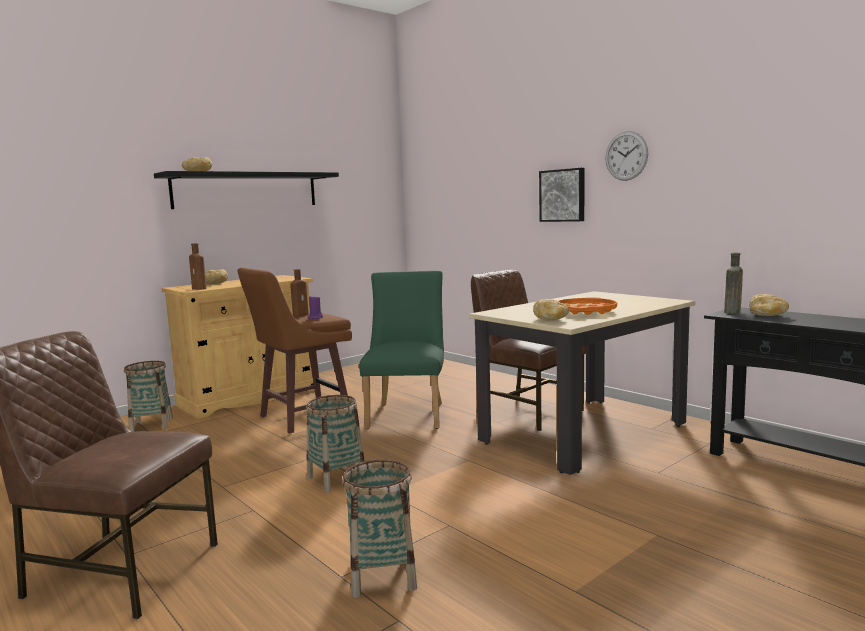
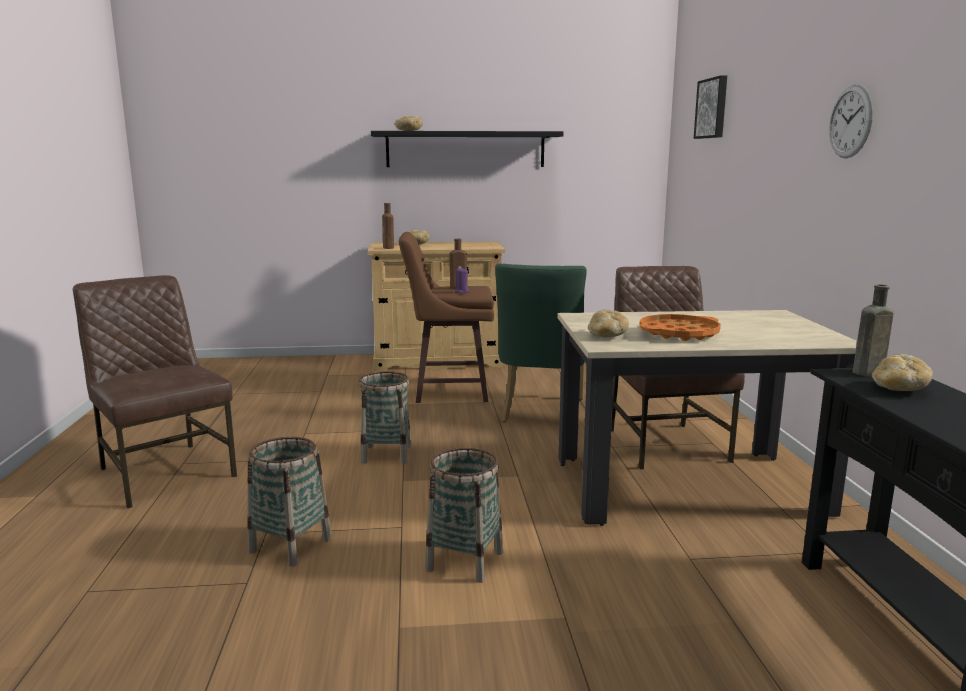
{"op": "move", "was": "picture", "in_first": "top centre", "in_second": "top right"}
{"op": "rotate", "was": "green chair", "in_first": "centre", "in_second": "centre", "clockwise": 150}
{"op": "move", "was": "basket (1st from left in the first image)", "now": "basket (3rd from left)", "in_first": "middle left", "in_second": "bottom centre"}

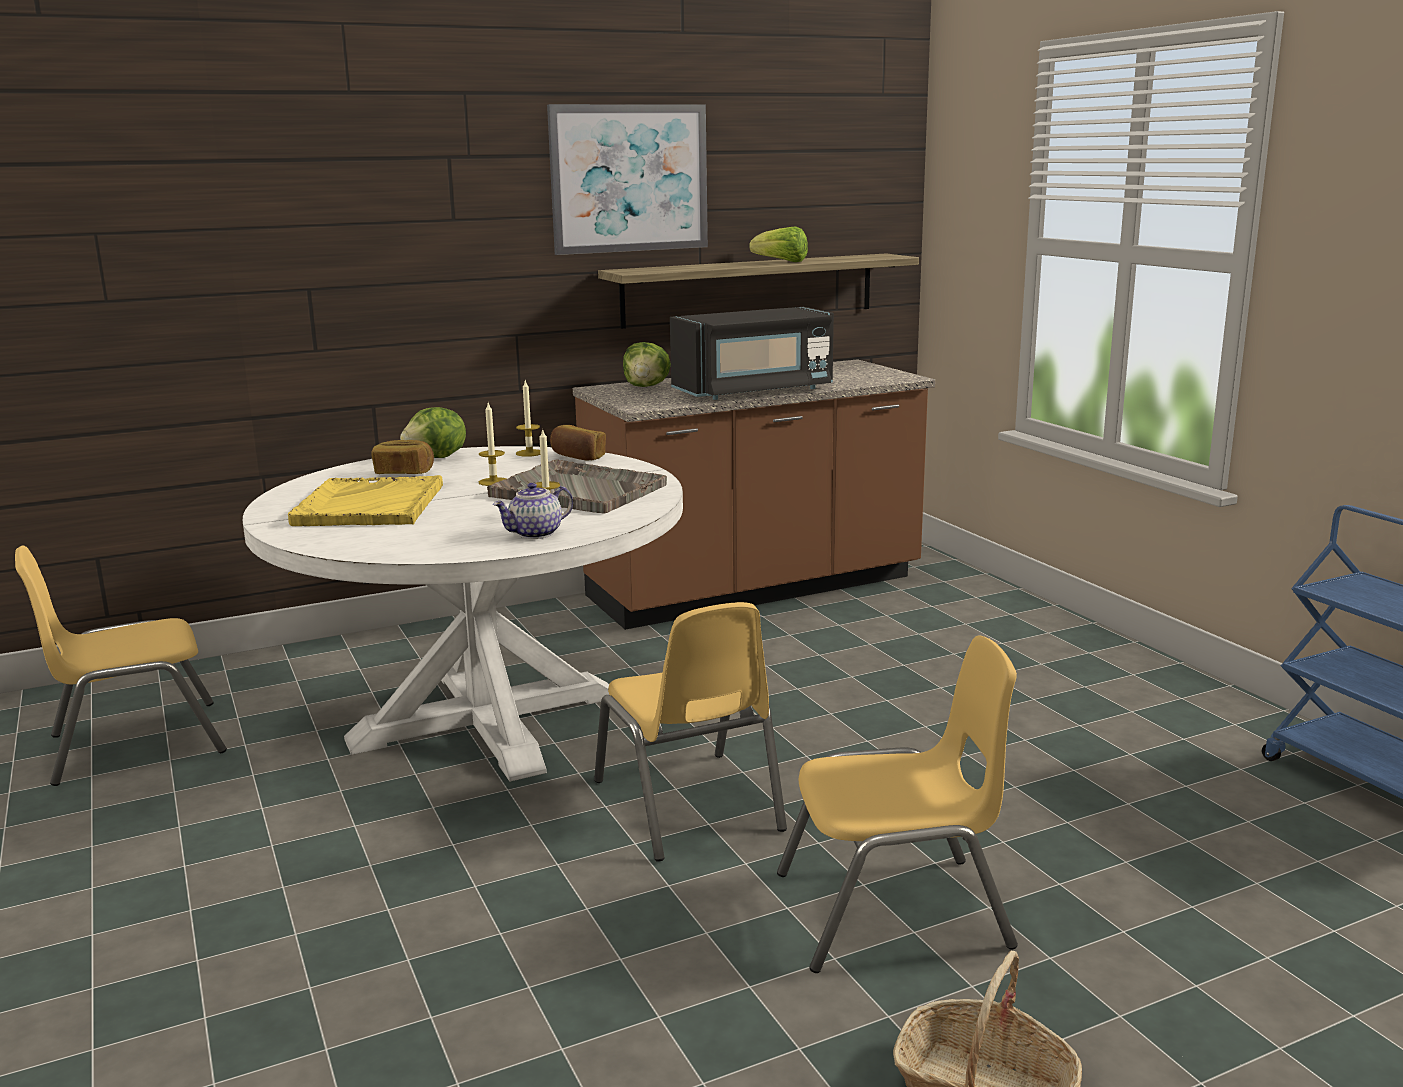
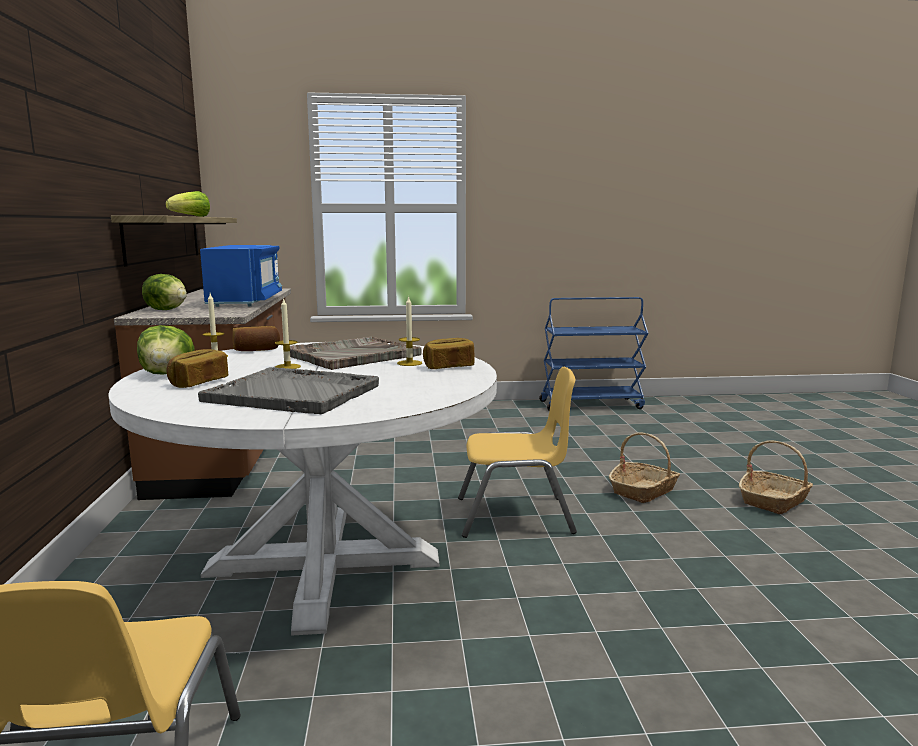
{"op": "delete", "was": "picture", "in_first": "top centre"}
{"op": "recolor", "was": "black microwave", "now": "blue microwave", "in_first": "top centre", "in_second": "middle left"}
{"op": "recolor", "was": "yellow tray", "now": "grey tray (1st from left)", "in_first": "middle left", "in_second": "middle left"}
{"op": "replace", "was": "teapot", "now": "bread (3rd from left)", "in_first": "centre", "in_second": "centre"}
{"op": "replace", "was": "yellow chair (3rd from left)", "now": "basket (1st from left)", "in_first": "bottom centre", "in_second": "middle right"}

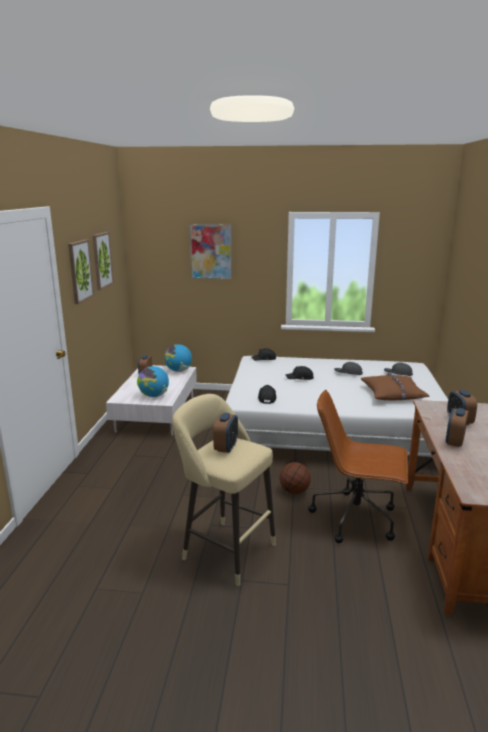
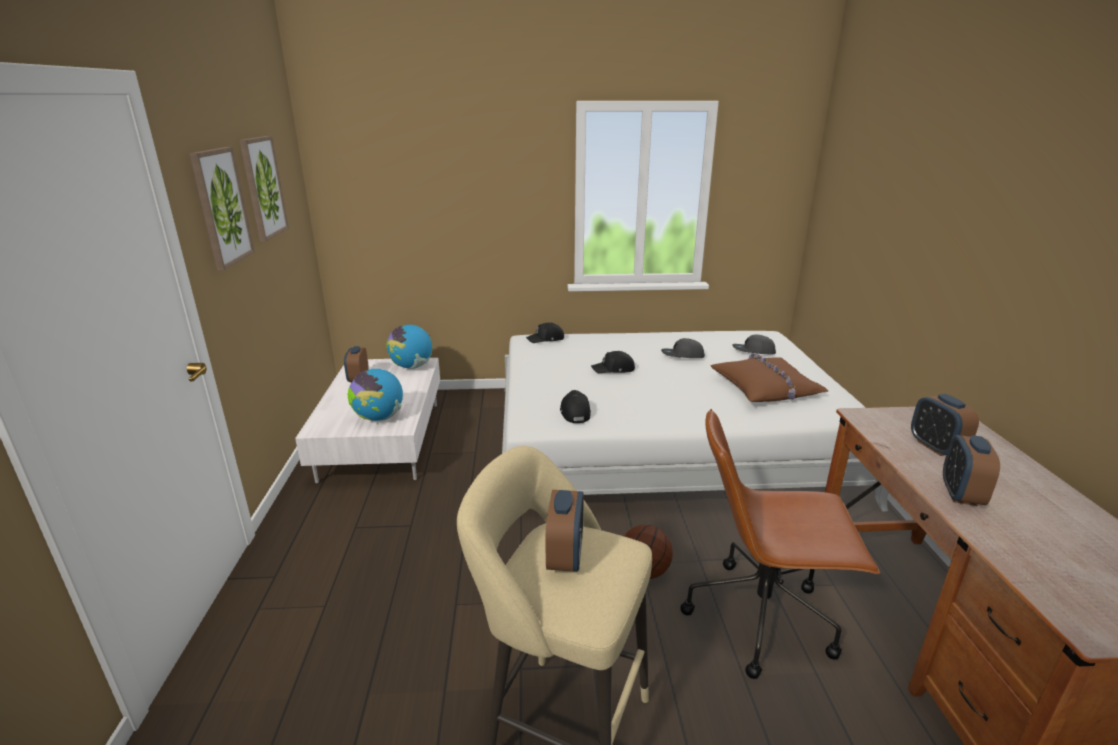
{"op": "delete", "was": "picture (3rd from left)", "in_first": "centre"}

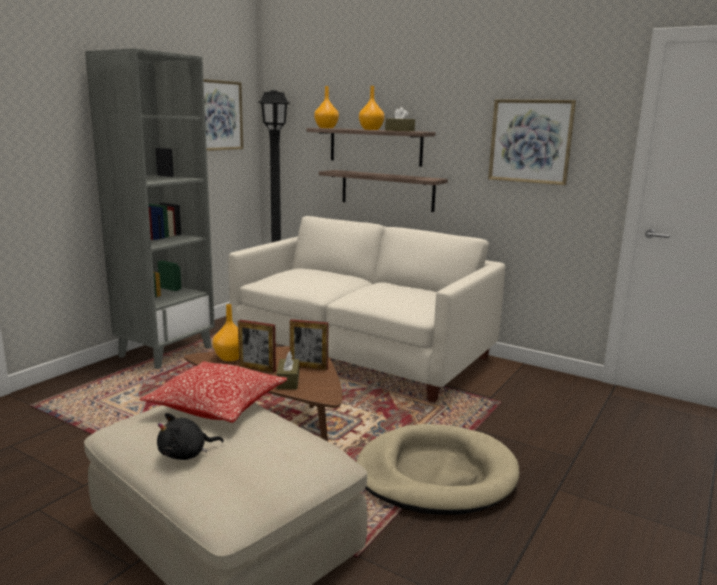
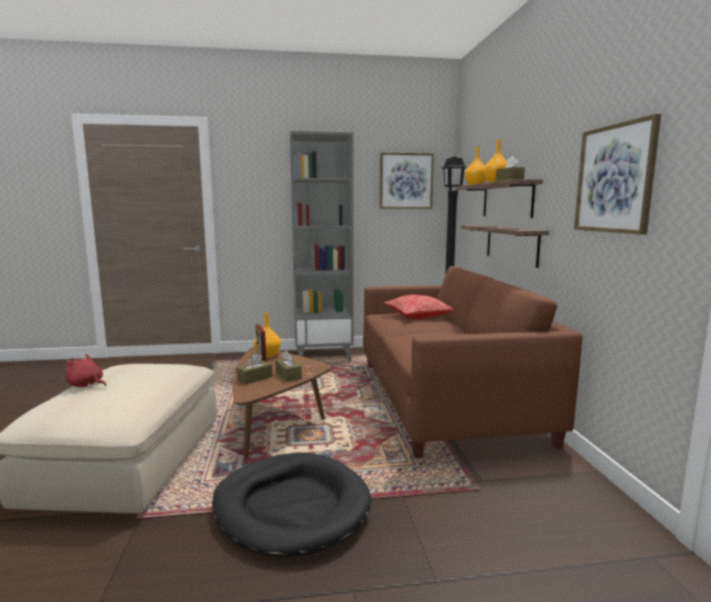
{"op": "recolor", "was": "white sofa", "now": "brown sofa", "in_first": "centre", "in_second": "centre"}
{"op": "replace", "was": "picture frame (2nd from left)", "now": "brown tissue box (2nd from left)", "in_first": "centre", "in_second": "centre"}
{"op": "move", "was": "pillow", "in_first": "bottom left", "in_second": "centre"}
{"op": "recolor", "was": "black plush toy", "now": "red plush toy", "in_first": "bottom left", "in_second": "middle left"}
{"op": "recolor", "was": "beige dog bed", "now": "black dog bed", "in_first": "bottom centre", "in_second": "bottom centre"}

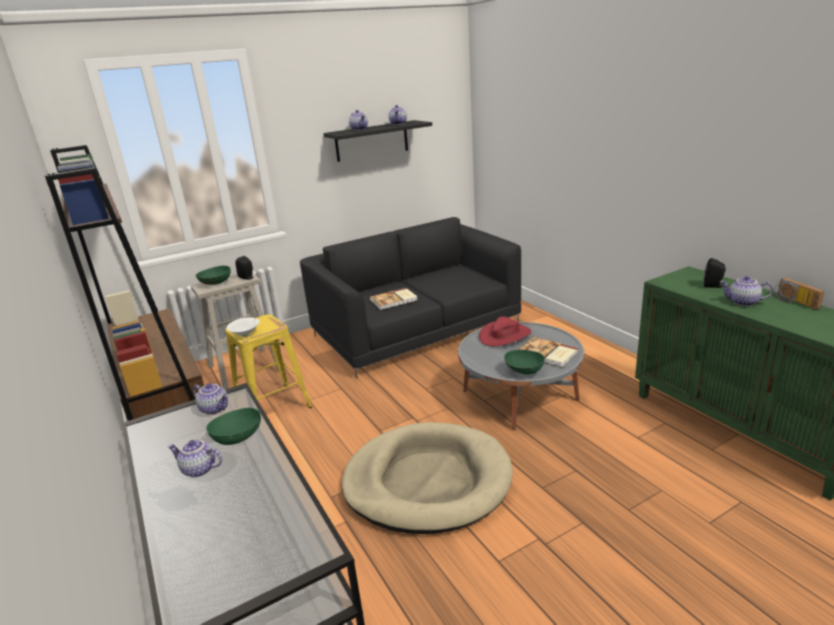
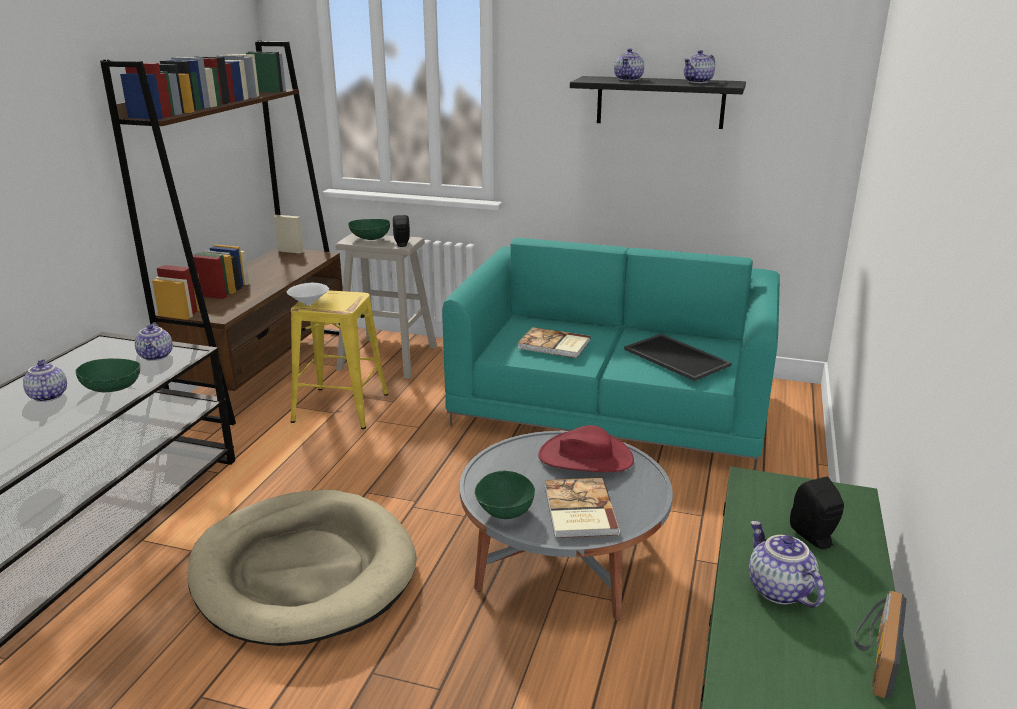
{"op": "recolor", "was": "black sofa", "now": "turquoise sofa", "in_first": "centre", "in_second": "centre"}
{"op": "insert", "now": "tray", "in_second": "middle right"}

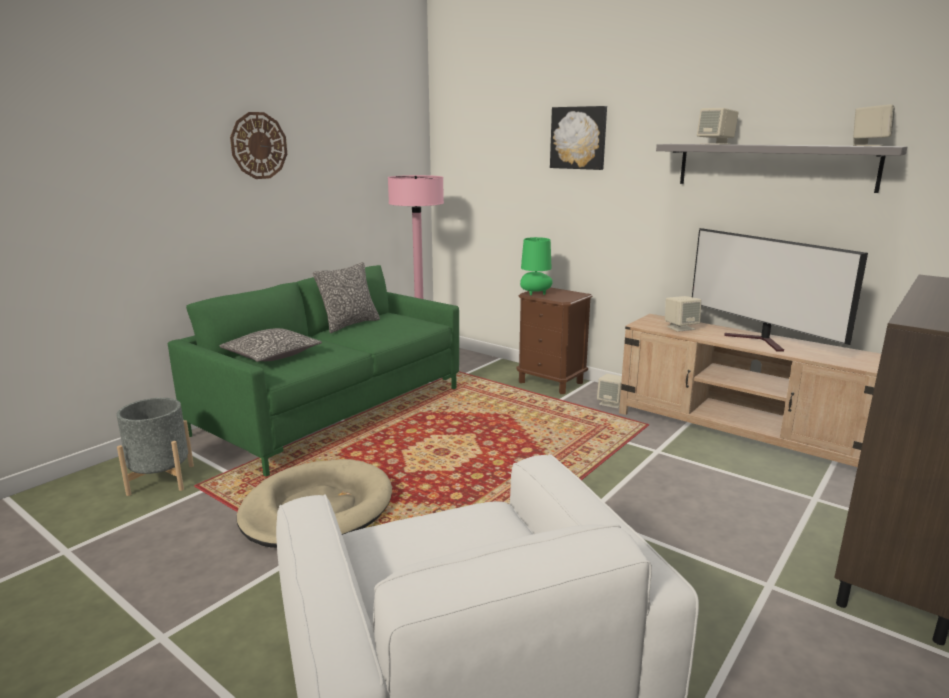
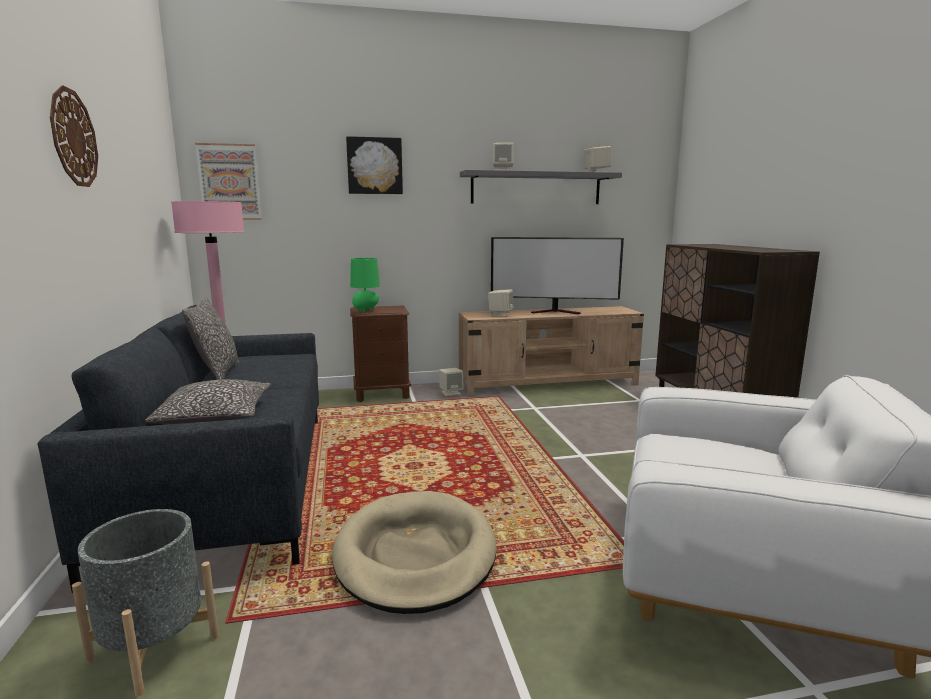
{"op": "recolor", "was": "green sofa", "now": "grey sofa", "in_first": "middle left", "in_second": "middle left"}
{"op": "insert", "now": "picture (1st from left)", "in_second": "top left"}

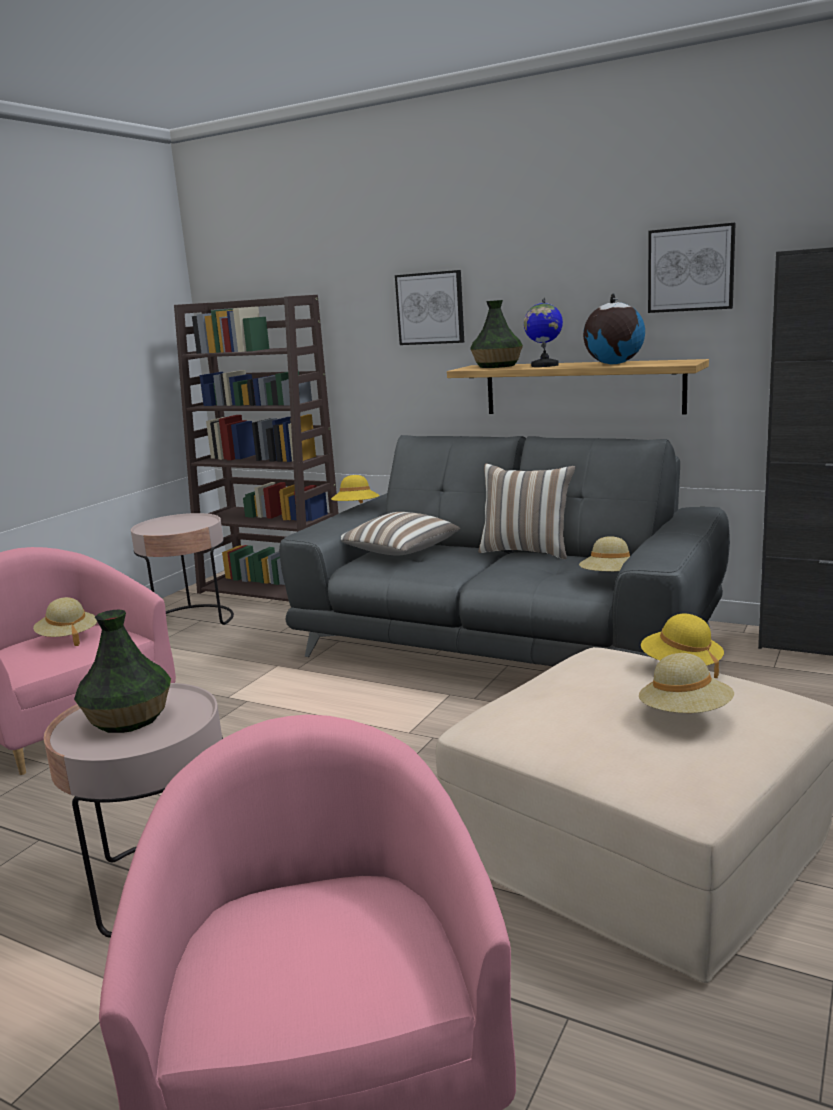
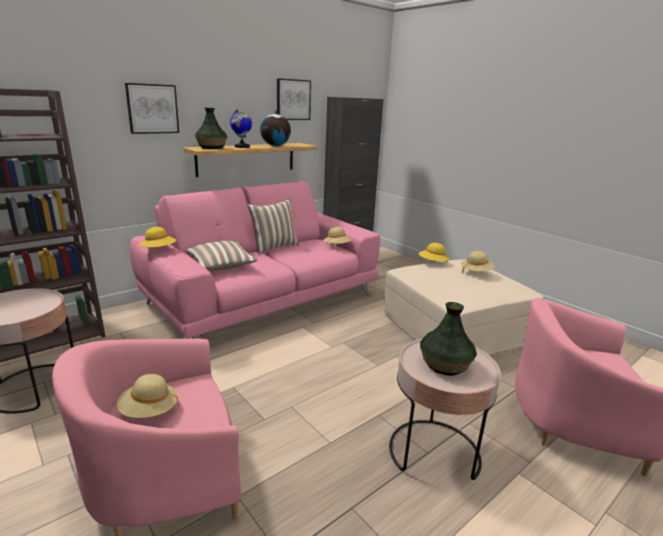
{"op": "recolor", "was": "grey sofa", "now": "pink sofa", "in_first": "centre", "in_second": "centre"}

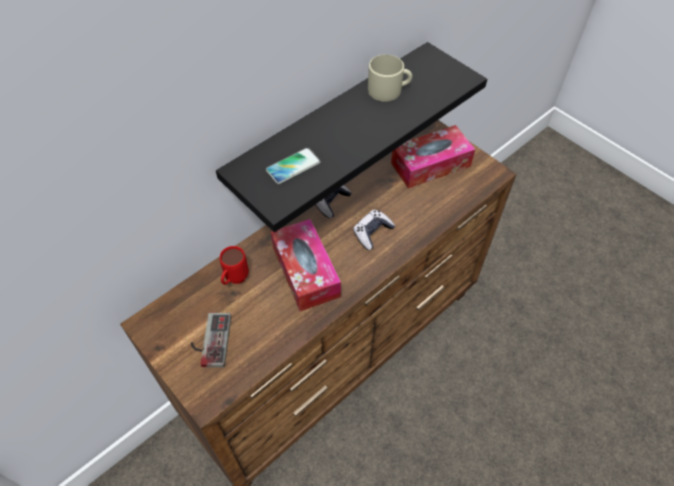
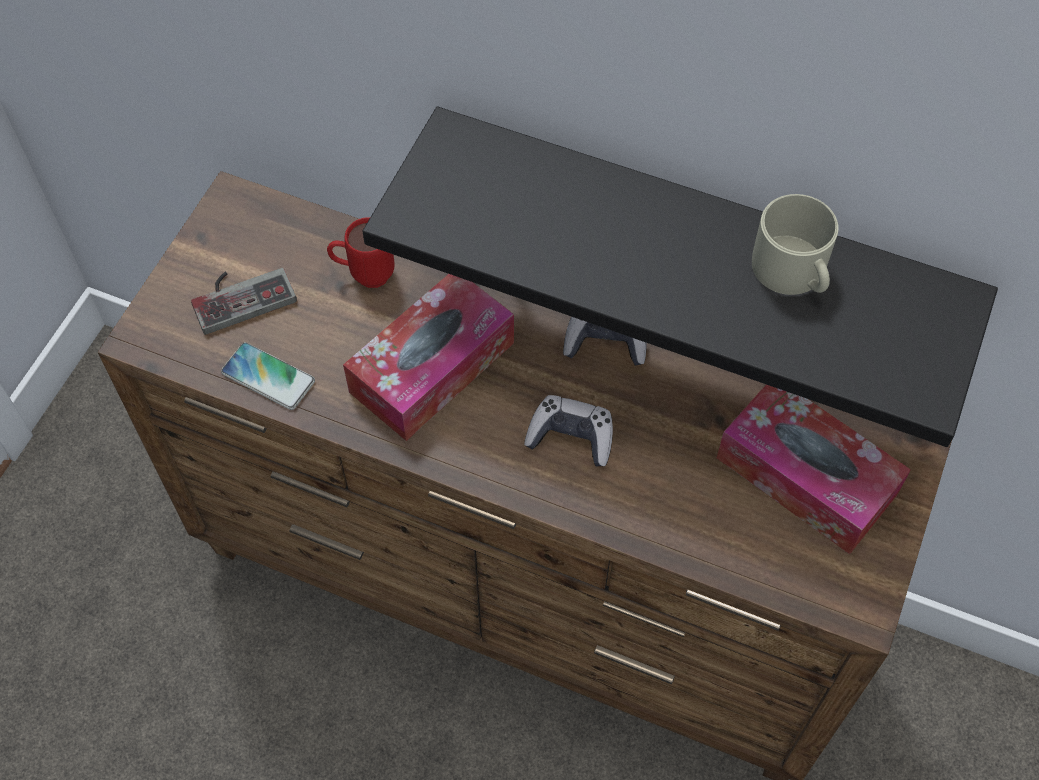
{"op": "move", "was": "phone", "in_first": "centre", "in_second": "middle left"}

